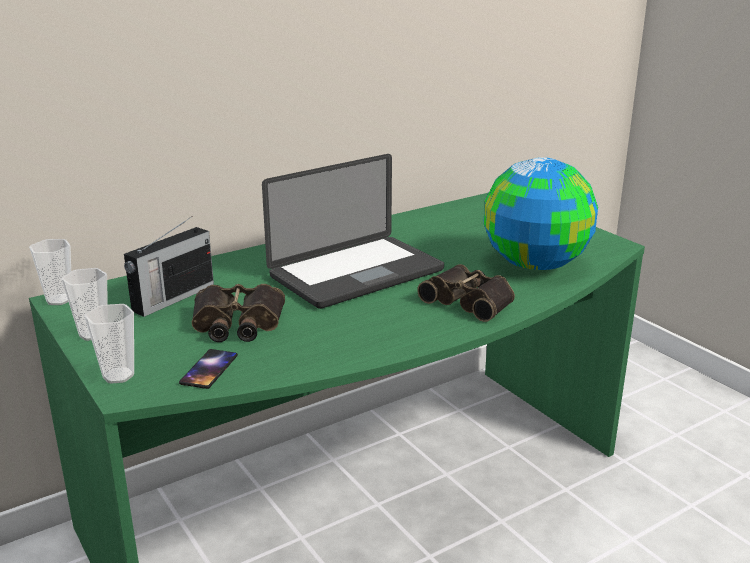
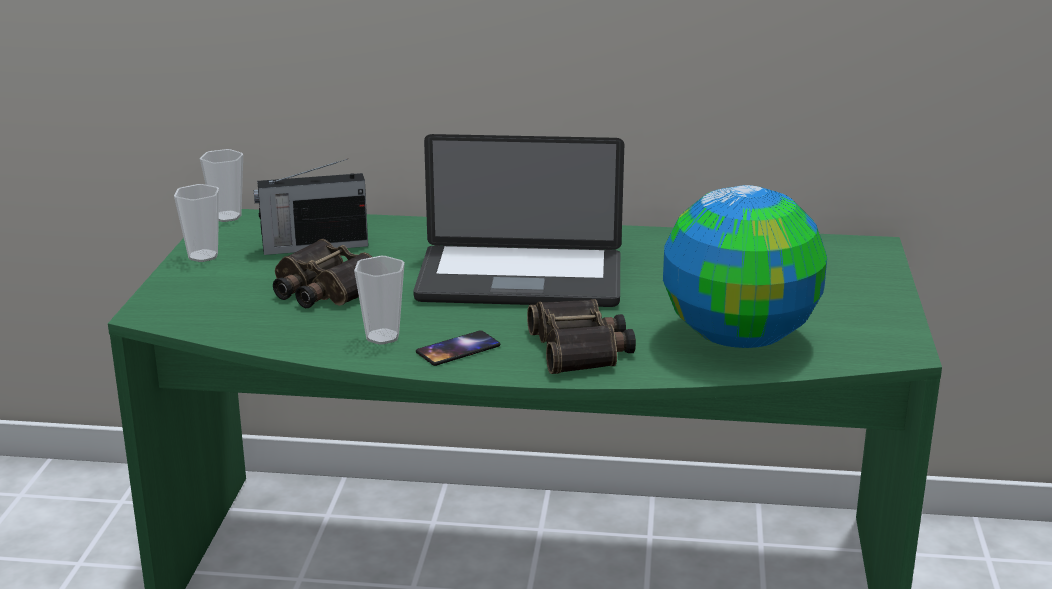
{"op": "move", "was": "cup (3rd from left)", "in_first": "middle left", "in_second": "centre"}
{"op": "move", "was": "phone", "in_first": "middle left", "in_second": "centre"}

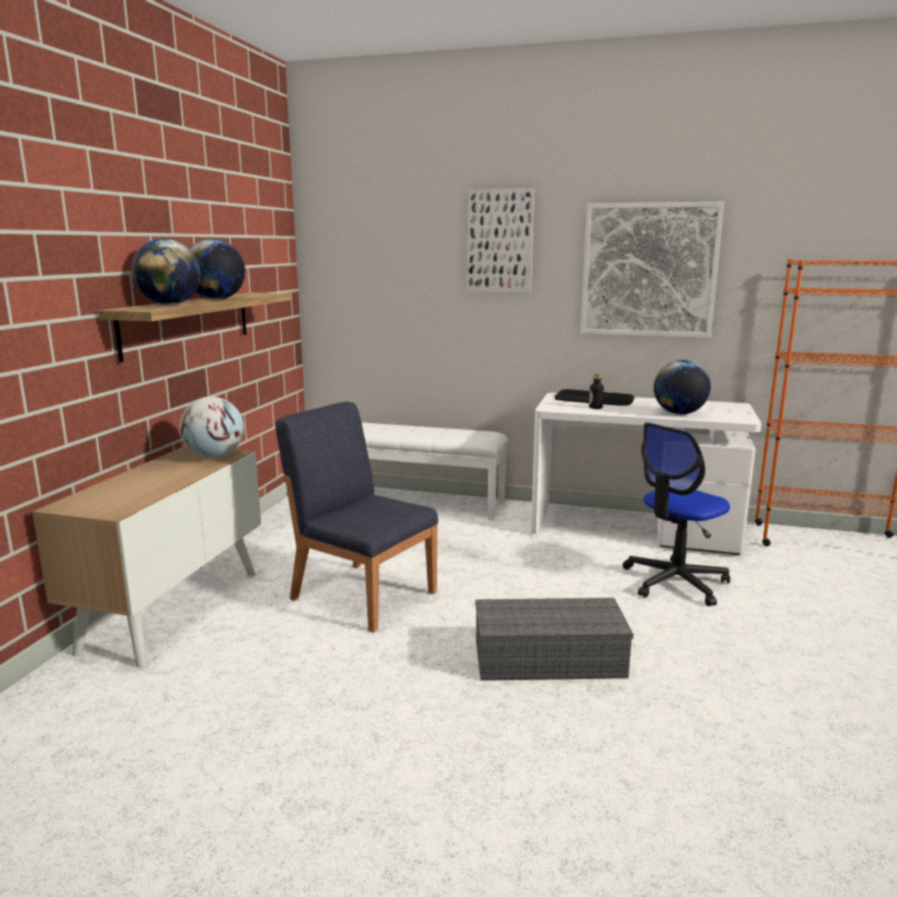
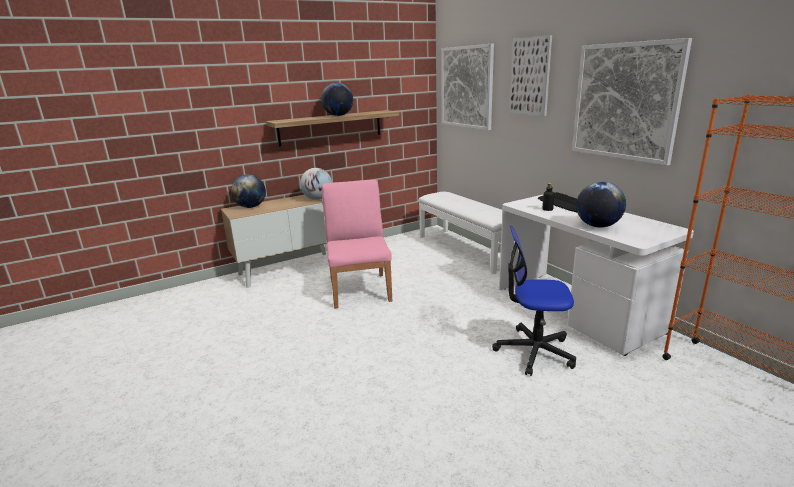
{"op": "move", "was": "globe (1st from left)", "in_first": "top left", "in_second": "middle left"}
{"op": "recolor", "was": "blue chair", "now": "pink chair", "in_first": "centre", "in_second": "centre"}
{"op": "delete", "was": "grey storage box", "in_first": "bottom centre"}
{"op": "insert", "now": "picture (1st from left)", "in_second": "top centre"}

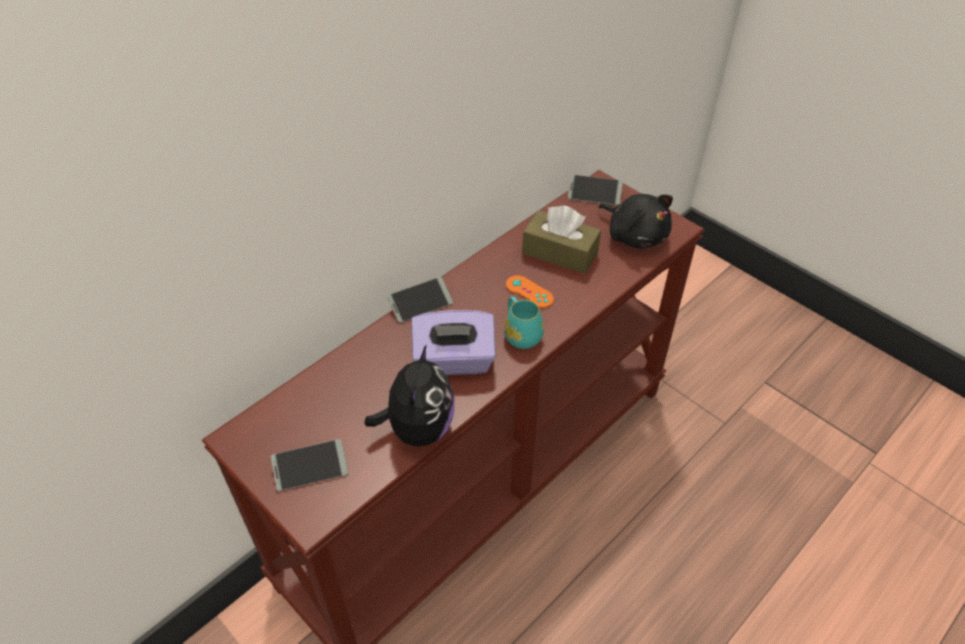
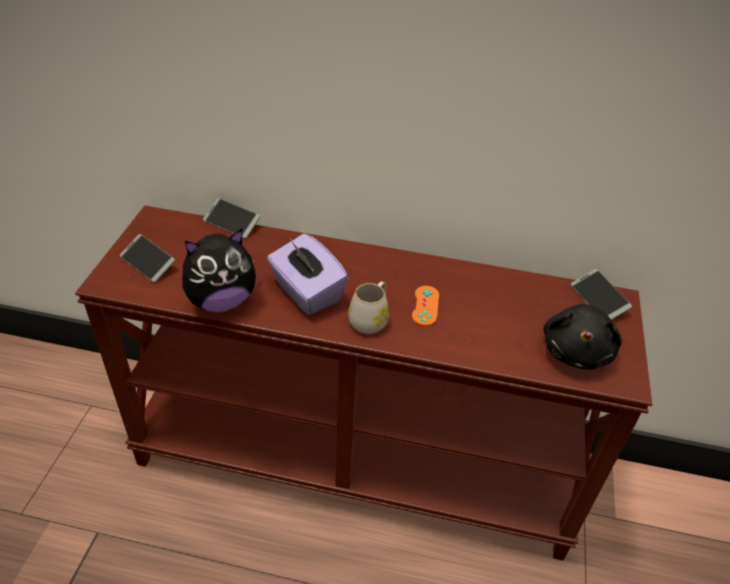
{"op": "delete", "was": "brown tissue box", "in_first": "centre"}
{"op": "move", "was": "phone (2nd from left)", "in_first": "centre", "in_second": "middle left"}
{"op": "recolor", "was": "turquoise mug", "now": "white mug", "in_first": "centre", "in_second": "centre"}

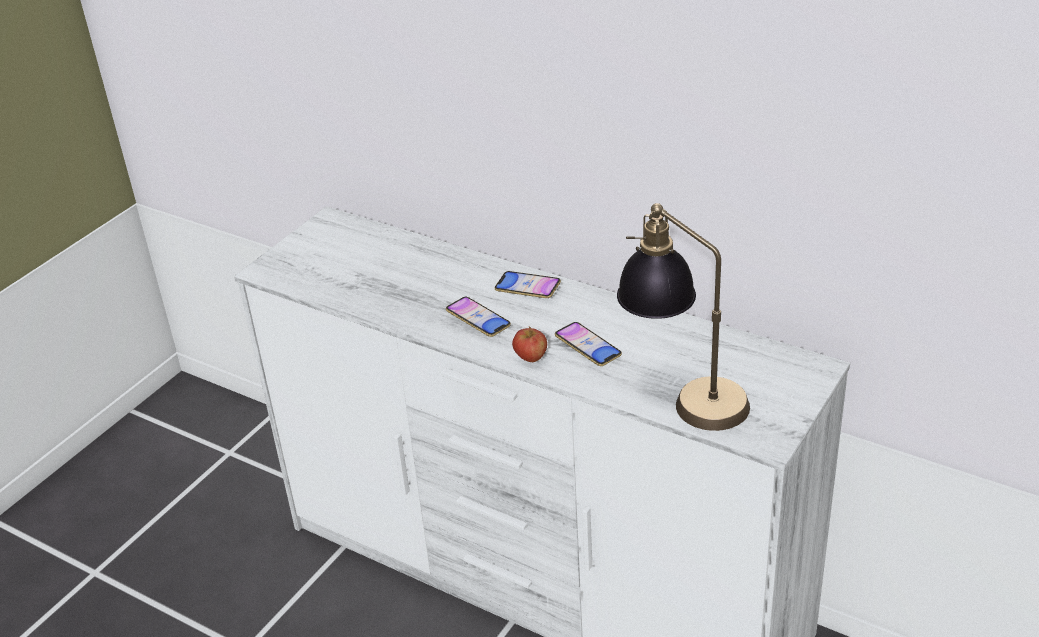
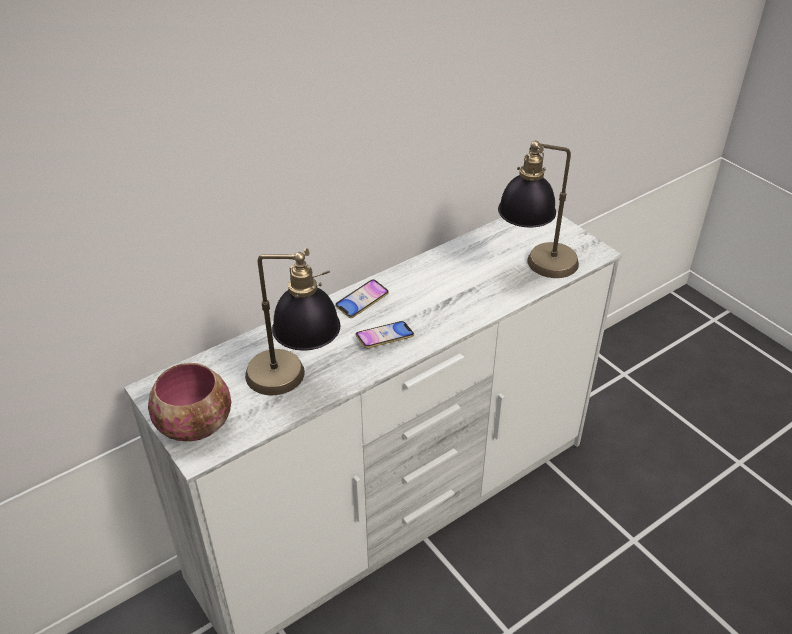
{"op": "delete", "was": "phone (3rd from left)", "in_first": "centre"}
{"op": "delete", "was": "apple", "in_first": "centre"}
{"op": "insert", "now": "table lamp (1st from left)", "in_second": "centre"}
{"op": "insert", "now": "bowl", "in_second": "middle left"}

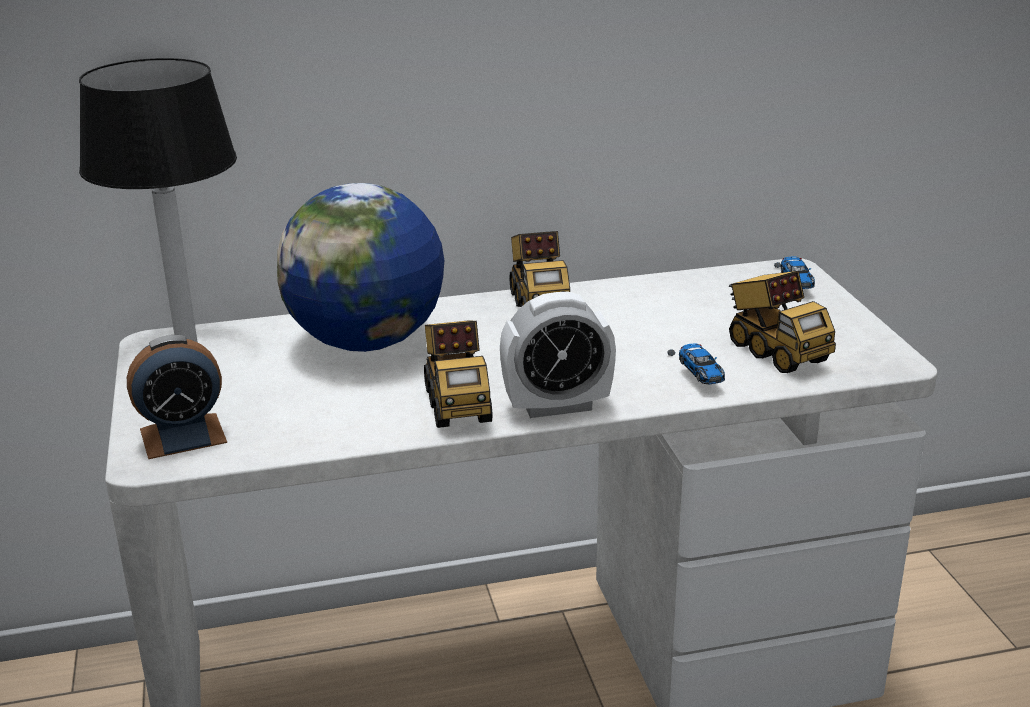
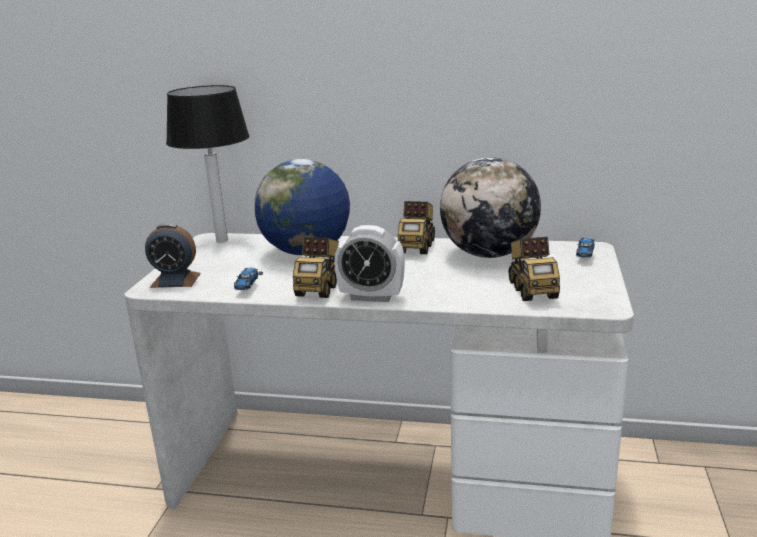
{"op": "move", "was": "toy car (1st from left)", "in_first": "middle right", "in_second": "middle left"}
{"op": "insert", "now": "globe (2nd from left)", "in_second": "centre"}

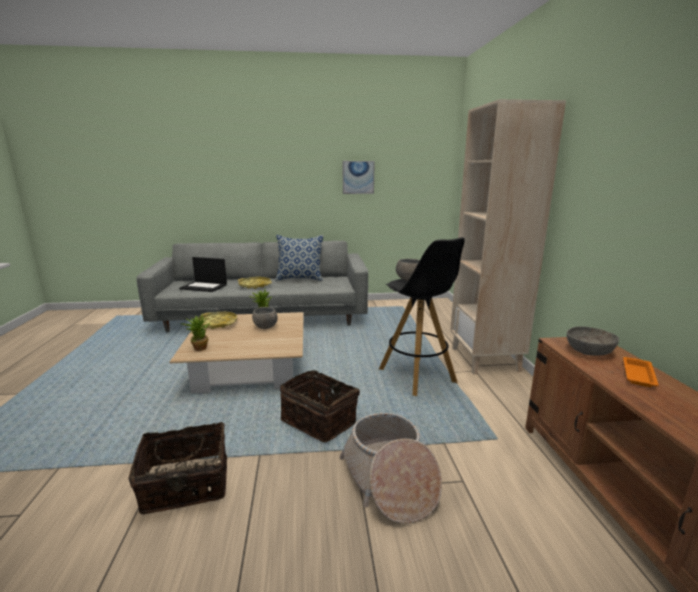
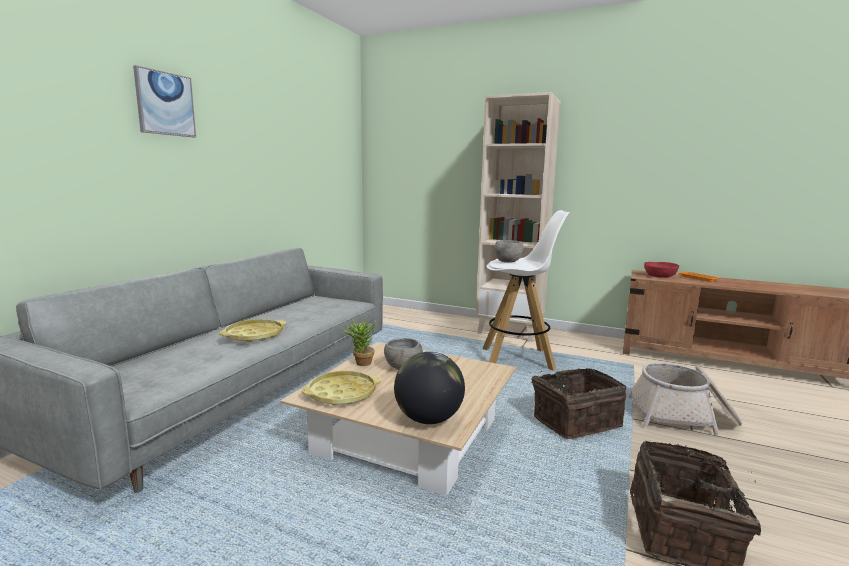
{"op": "move", "was": "picture", "in_first": "top centre", "in_second": "top left"}
{"op": "delete", "was": "pillow", "in_first": "centre"}
{"op": "recolor", "was": "black stool", "now": "white stool", "in_first": "centre", "in_second": "centre"}
{"op": "delete", "was": "laptop", "in_first": "middle left"}
{"op": "replace", "was": "potted plant (1st from left)", "now": "globe", "in_first": "middle left", "in_second": "bottom centre"}
{"op": "recolor", "was": "grey bowl (3rd from left)", "now": "red bowl", "in_first": "middle right", "in_second": "middle right"}

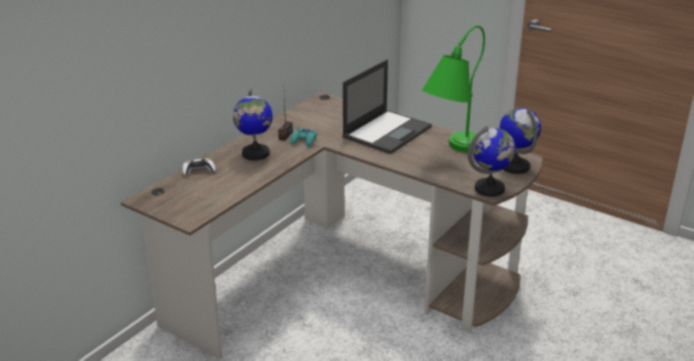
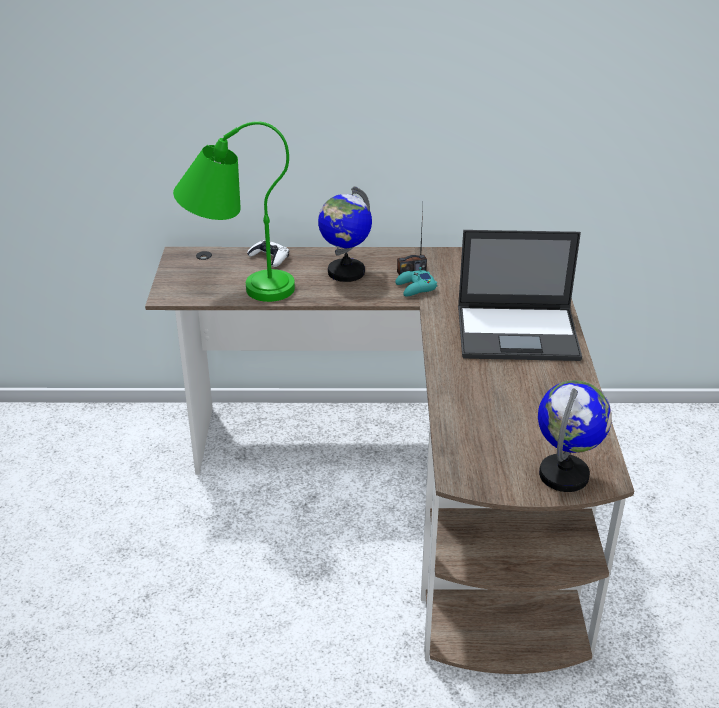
{"op": "move", "was": "green table lamp", "in_first": "top centre", "in_second": "top left"}
{"op": "delete", "was": "globe (2nd from left)", "in_first": "middle right"}

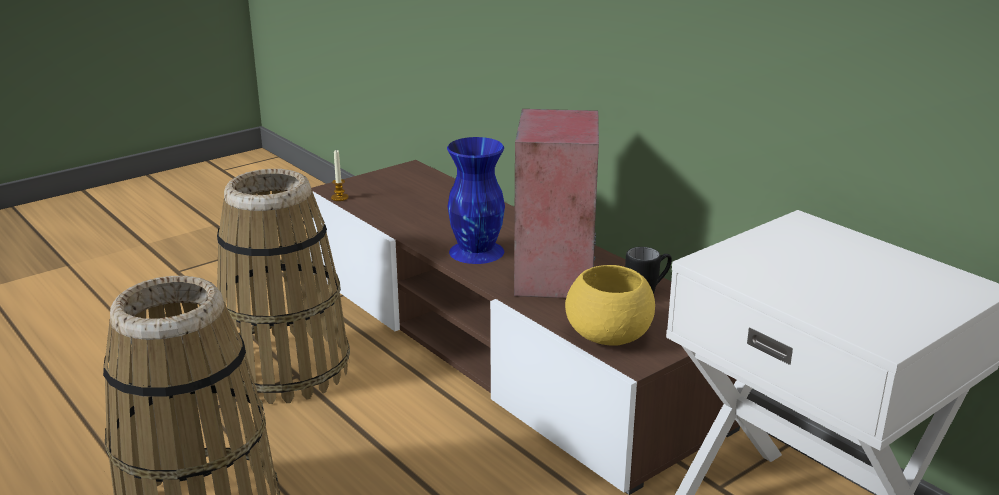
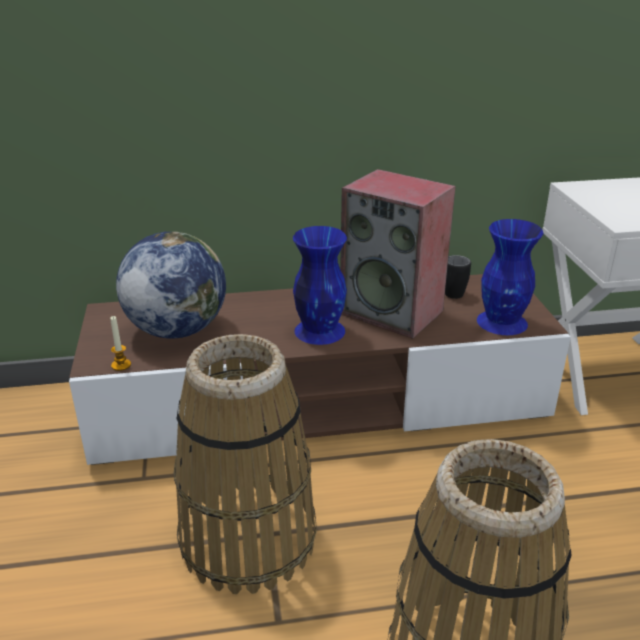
{"op": "replace", "was": "yellow bowl", "now": "blue vase (2nd from left)", "in_first": "centre", "in_second": "middle right"}
{"op": "insert", "now": "globe", "in_second": "middle left"}

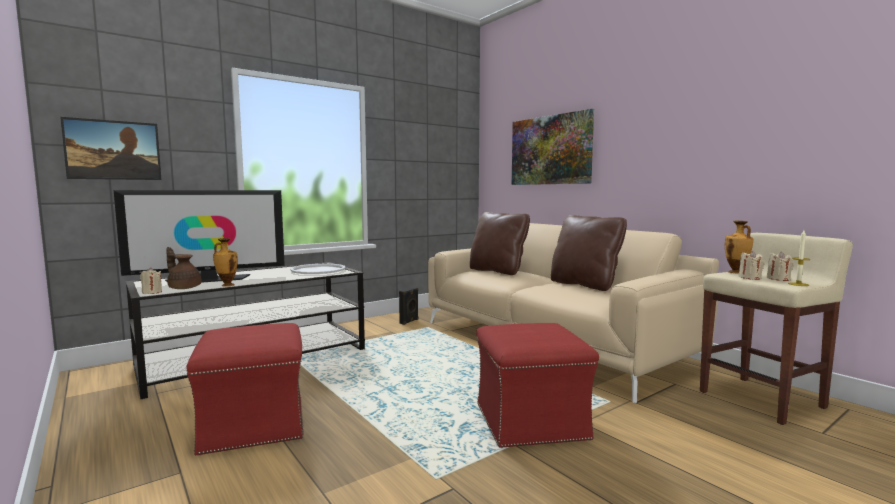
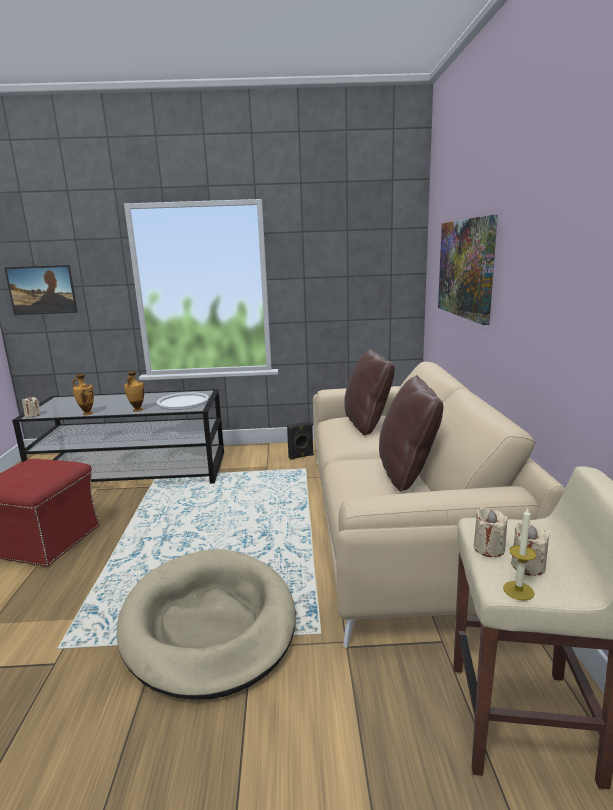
{"op": "delete", "was": "television", "in_first": "middle left"}
{"op": "move", "was": "vase (2nd from left)", "in_first": "middle right", "in_second": "middle left"}
{"op": "delete", "was": "brown teapot", "in_first": "middle left"}
{"op": "replace", "was": "red ottoman (2nd from left)", "now": "beige dog bed", "in_first": "bottom centre", "in_second": "bottom centre"}

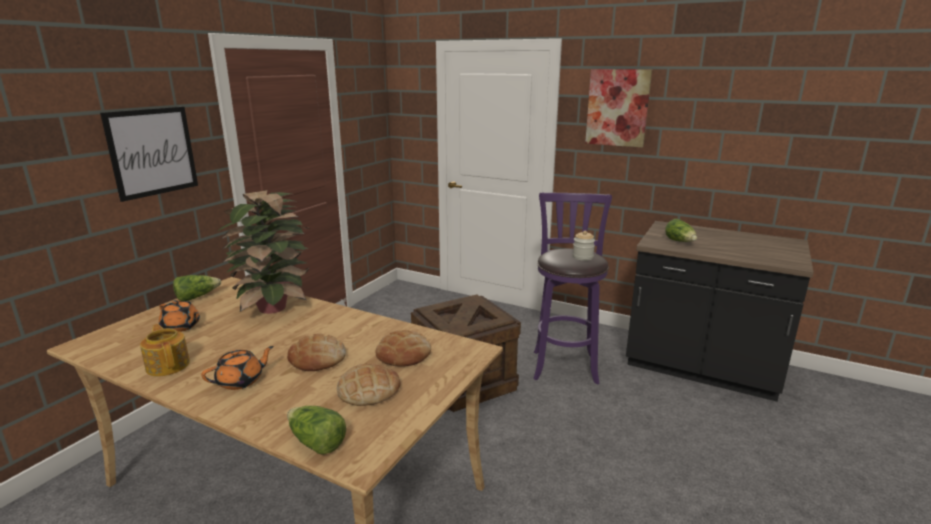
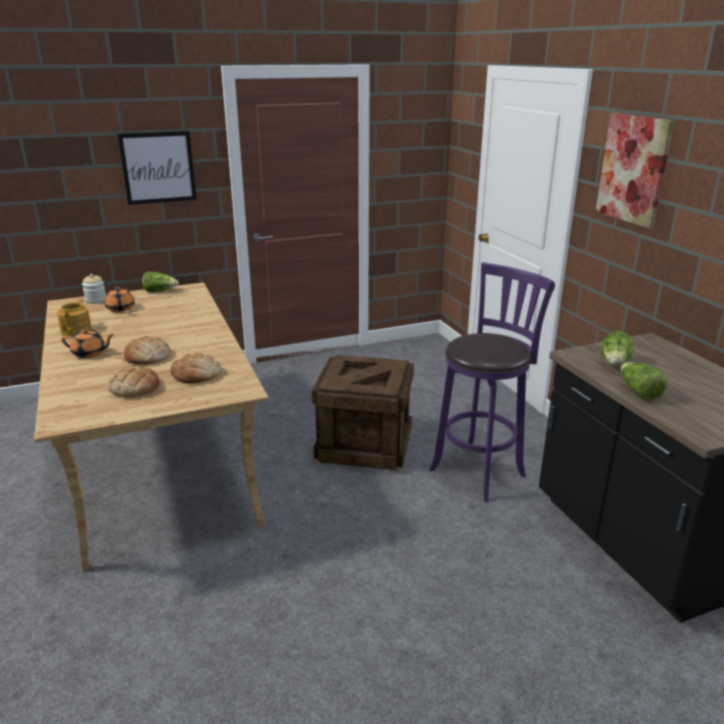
{"op": "delete", "was": "potted plant", "in_first": "middle left"}
{"op": "move", "was": "jar", "in_first": "centre", "in_second": "middle left"}
{"op": "move", "was": "lettuce (2nd from left in the first image)", "now": "lettuce (3rd from left)", "in_first": "bottom centre", "in_second": "middle right"}

